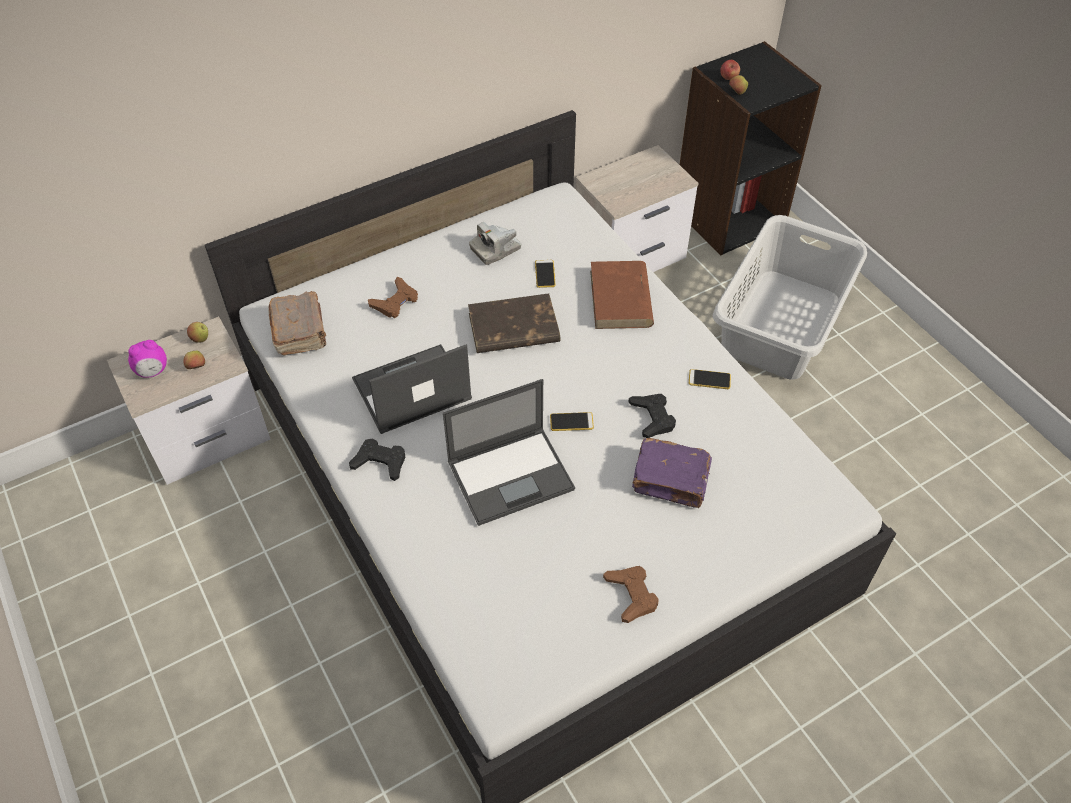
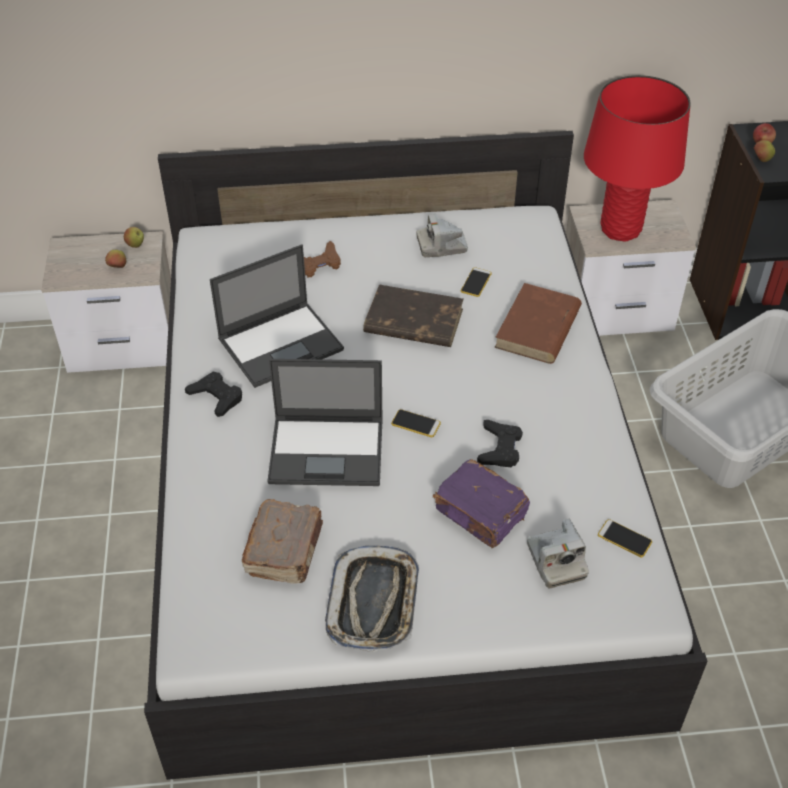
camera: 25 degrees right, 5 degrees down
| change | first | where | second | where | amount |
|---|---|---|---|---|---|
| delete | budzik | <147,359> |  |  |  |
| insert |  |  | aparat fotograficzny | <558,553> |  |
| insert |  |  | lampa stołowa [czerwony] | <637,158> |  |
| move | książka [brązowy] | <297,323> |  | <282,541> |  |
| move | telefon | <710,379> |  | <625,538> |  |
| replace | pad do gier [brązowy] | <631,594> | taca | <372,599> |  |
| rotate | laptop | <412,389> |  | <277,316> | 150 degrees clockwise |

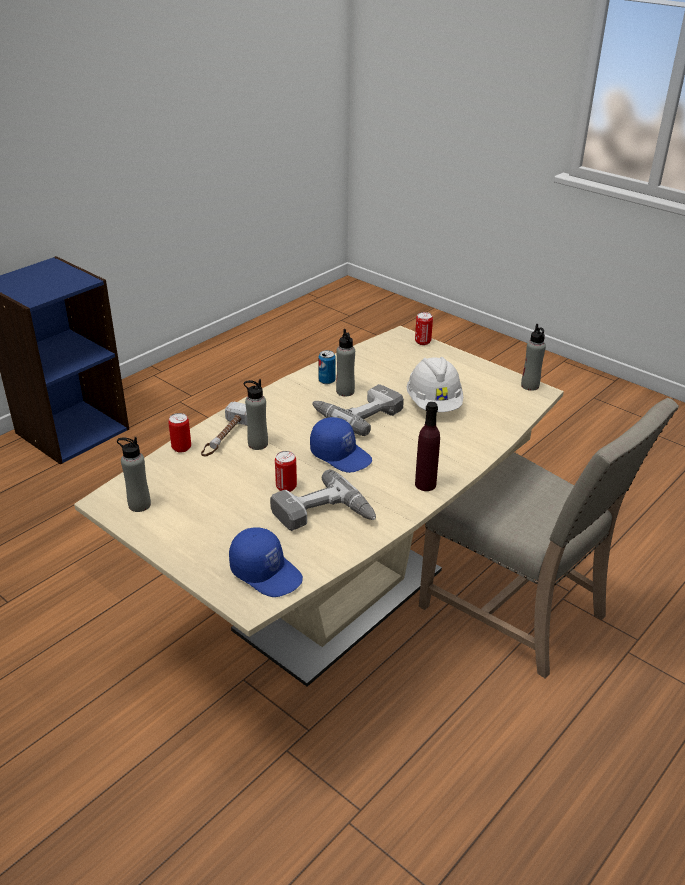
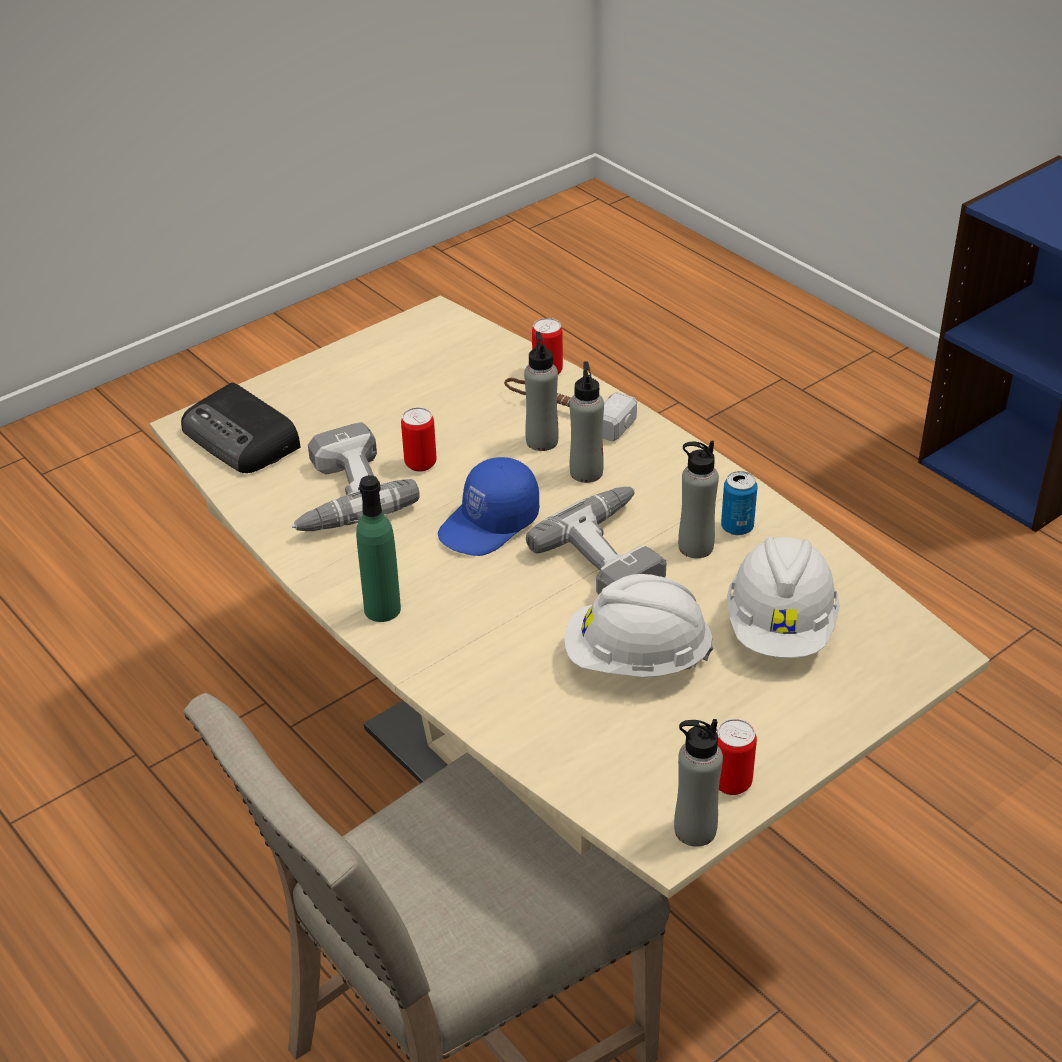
camera: 100 degrees right, 5 degrees up
| change | first | where | second | where | amount |
|---|---|---|---|---|---|
| insert |  |  | kask [biały] | <783,597> |  |
| move | butelka [szary] | <134,474> |  | <587,422> |  |
| move | puszka | <424,328> |  | <736,757> |  |
| replace | czapka z daszkiem [niebieski] | <266,562> | radio | <241,428> |  |
| recolor | butelka [fioletowy] | <427,446> | butelka [zielony] | <378,548> |  |

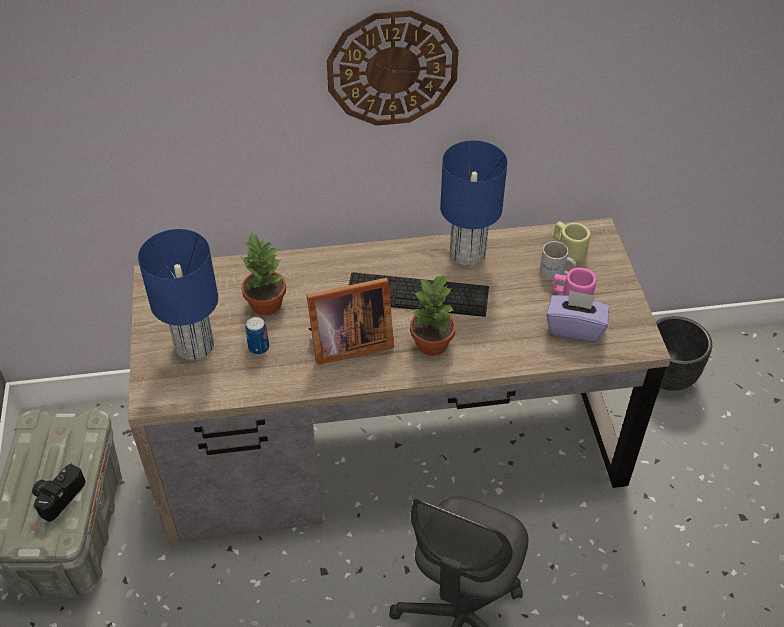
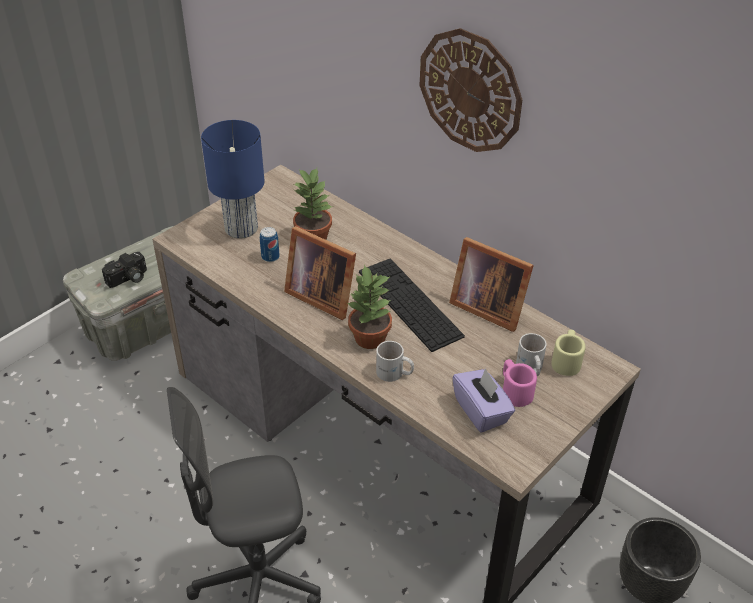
camera: 50 degrees right, 5 degrees down
| change | first | where | second | where | amount |
|---|---|---|---|---|---|
| insert |  |  | kubek [biały] | <395,361> |  |
| replace | lampa stołowa [niebieski] | <473,203> | ramka na zdjęcie | <491,284> |  |
| rotate | aparat fotograficzny | <58,493> |  | <124,270> | 150 degrees clockwise |

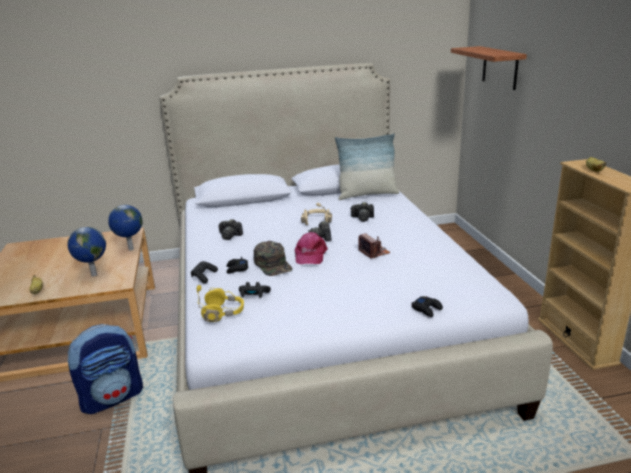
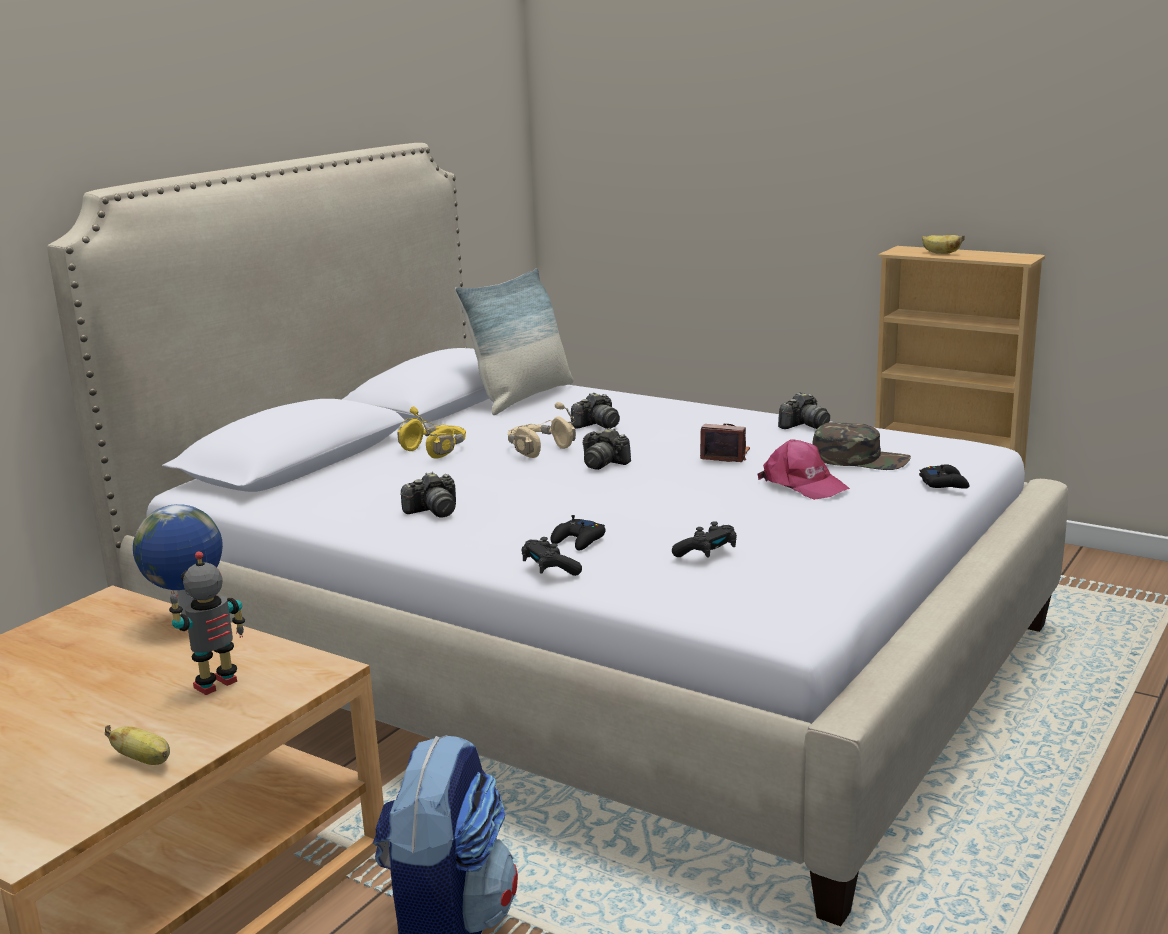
camera: 45 degrees left, 5 degrees down
| change | first | where | second | where | amount |
|---|---|---|---|---|---|
| delete | półka | <489,68> |  |  |  |
| insert |  |  | aparat fotograficzny | <804,410> |  |
| move | słuchawki [żółty] | <220,303> |  | <431,432> |  |
| move | czapka z daszkiem [zielony] | <273,258> |  | <862,446> |  |
| move | czapka z daszkiem [różowy] | <311,248> |  | <804,469> |  |
| replace | globus | <87,252> | robot zabawkowy | <207,623> |  |

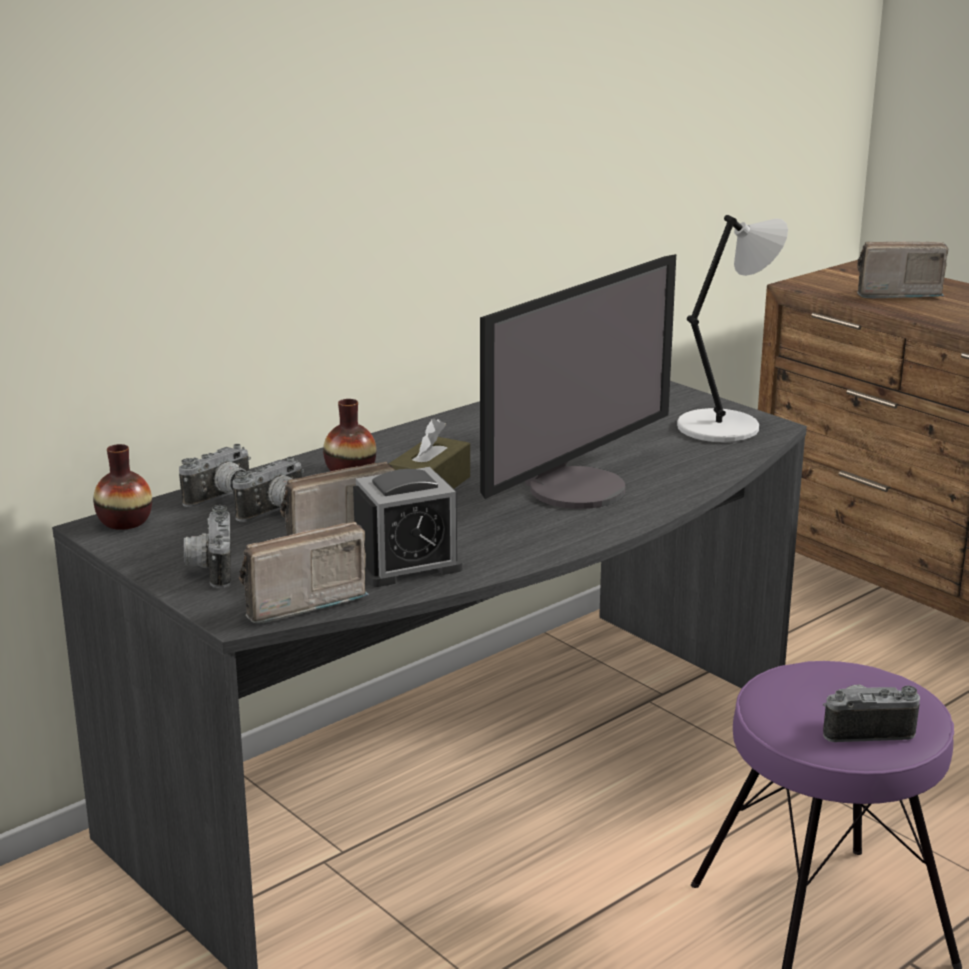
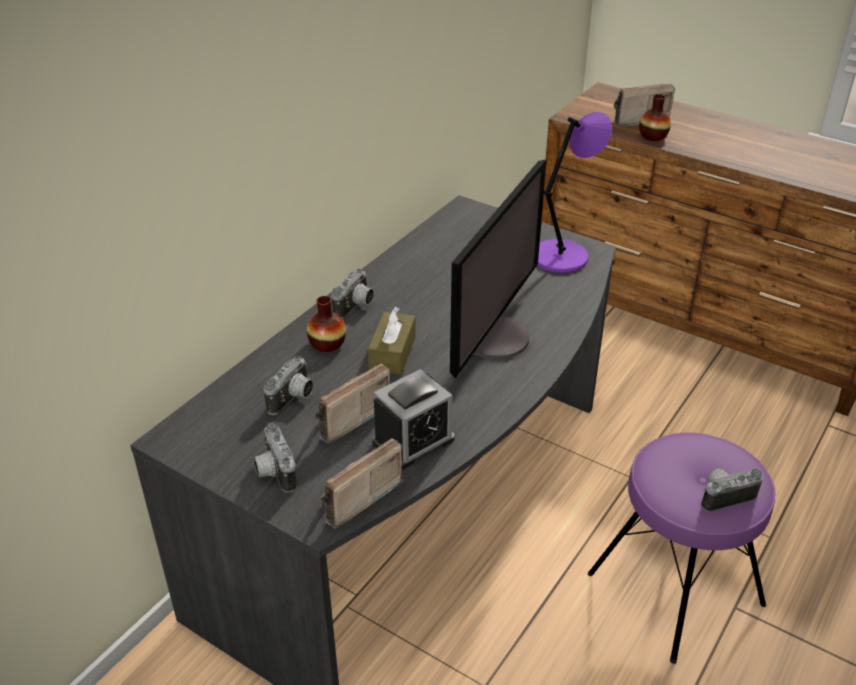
camera: 15 degrees left, 15 degrees up
| change | first | where | second | where | amount |
|---|---|---|---|---|---|
| move | wazon | <122,487> |  | <655,117> |  |
| move | aparat fotograficzny | <215,475> |  | <352,294> |  |
| recolor | lampa stołowa [szary] | <732,328> | lampa stołowa [fioletowy] | <575,192> |  |

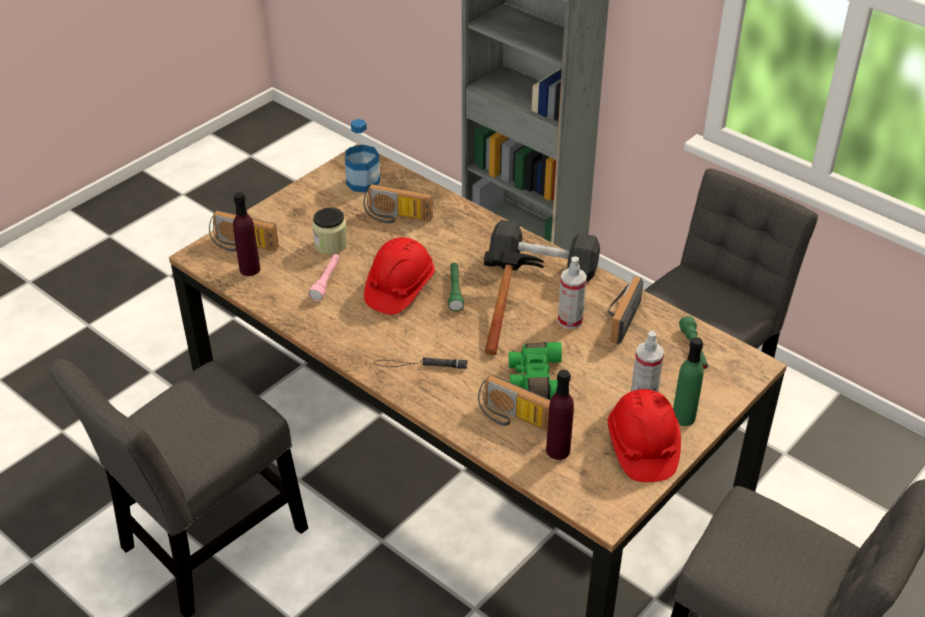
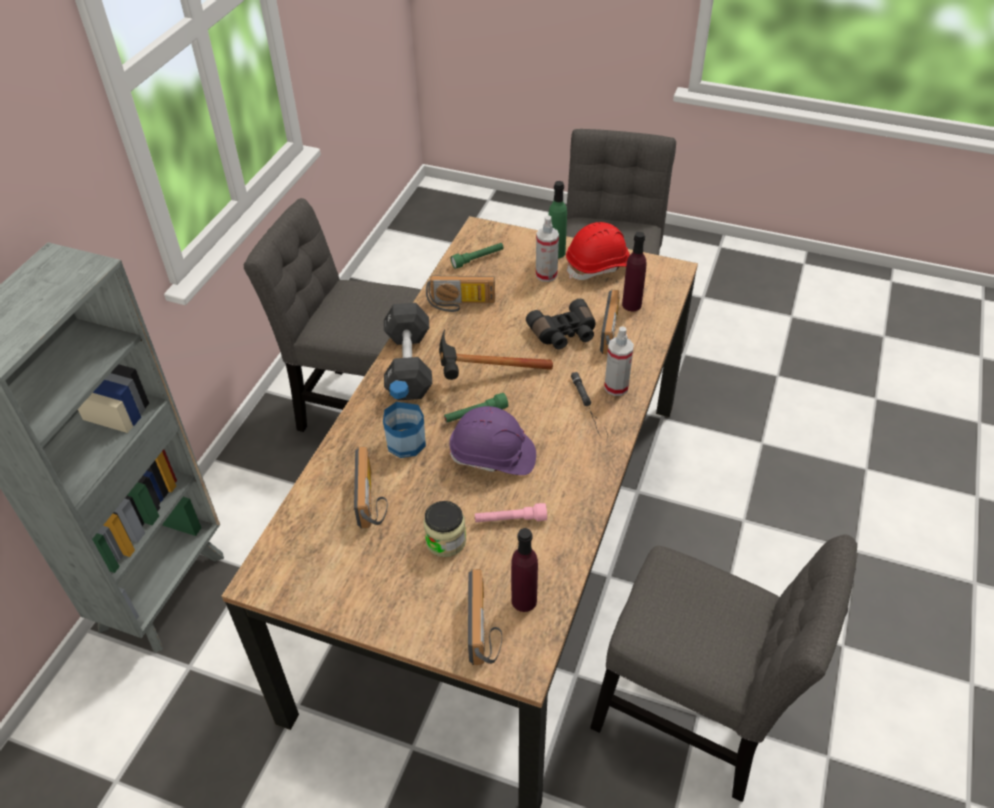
camera: 110 degrees left, 5 degrees up
| change | first | where | second | where | amount |
|---|---|---|---|---|---|
| move | butelka | <362,155> |  | <404,419> |  |
| move | spryskiwacz | <572,293> |  | <619,361> |  |
| recolor | kask [czerwony] | <399,276> | kask [fioletowy] | <492,440> |  |
| recolor | lornetka [zielony] | <535,371> | lornetka [czarny] | <561,324> |  |

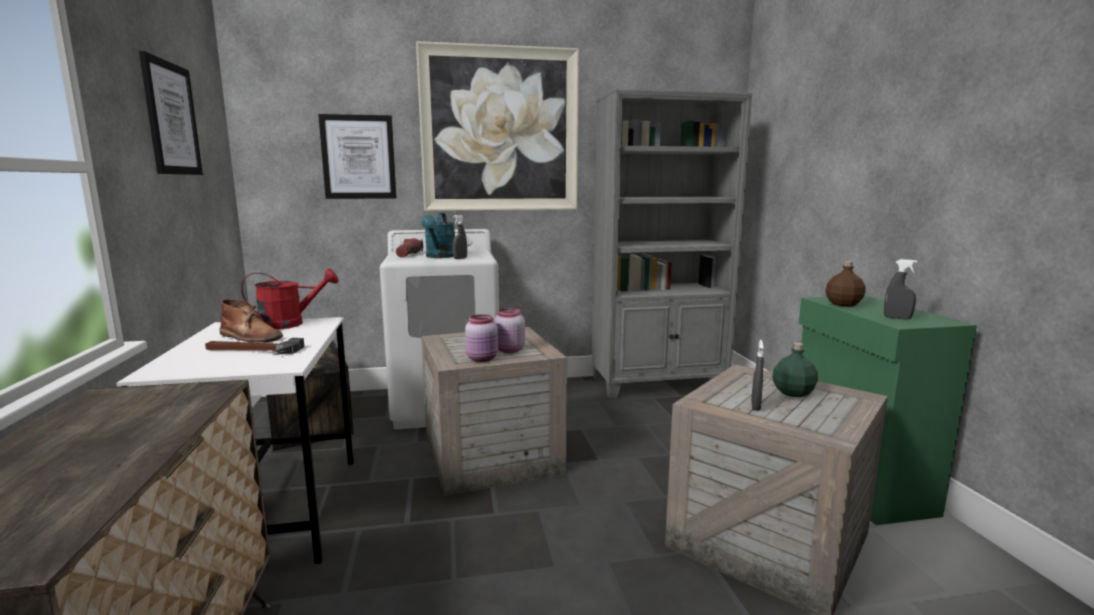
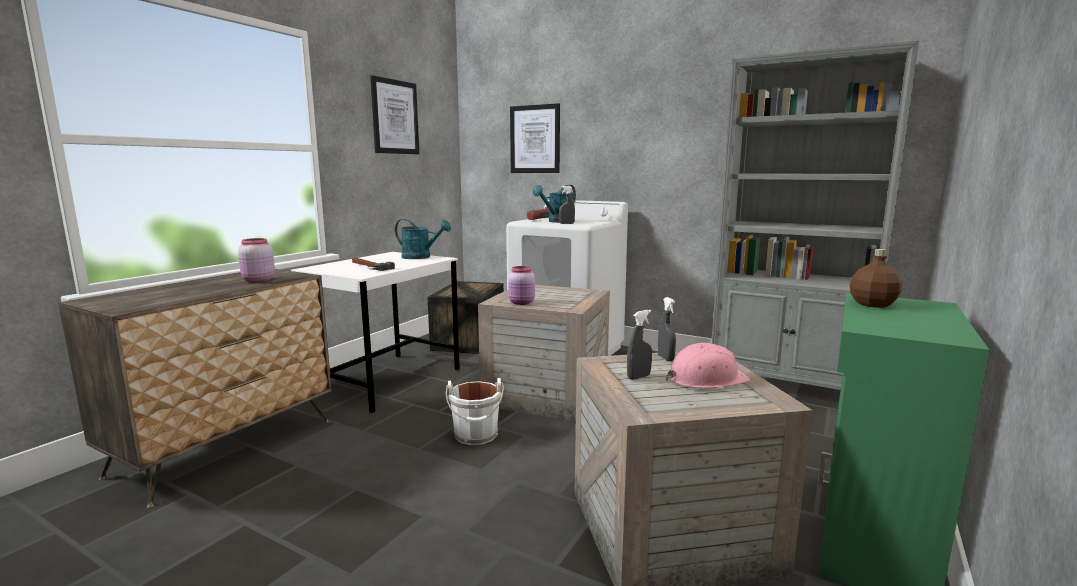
camera: 40 degrees right, 0 degrees up
| change | first | where | second | where | amount |
|---|---|---|---|---|---|
| delete | but z cholewką [brązowy] | <251,321> |  |  |  |
| delete | obraz | <497,126> |  |  |  |
| insert |  |  | wiadro [biały] | <474,411> |  |
| move | słoik [różowy] | <509,330> |  | <256,260> |  |
| move | spryskiwacz [szary] | <901,289> |  | <667,329> |  |
| replace | butelka [zielony] | <795,369> | kask [różowy] | <708,365> |  |
| recolor | konewka [czerwony] | <290,299> | konewka [turkusowy] | <423,239> |  |

